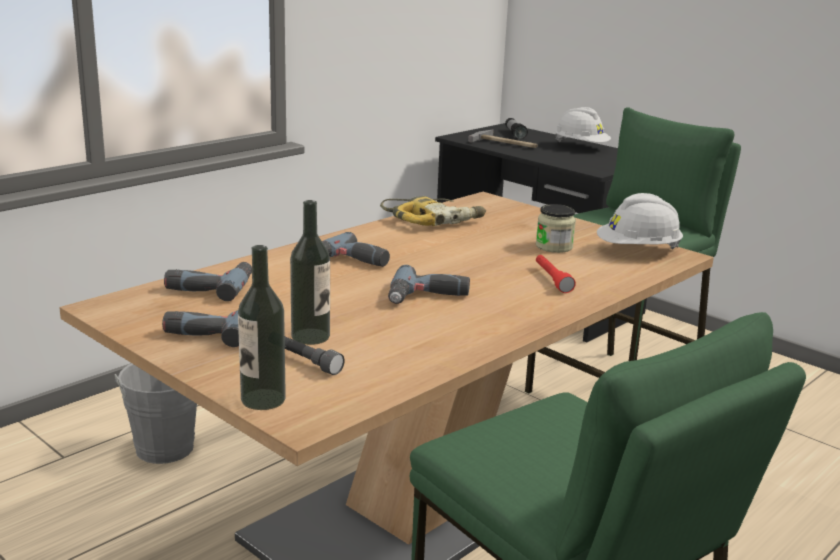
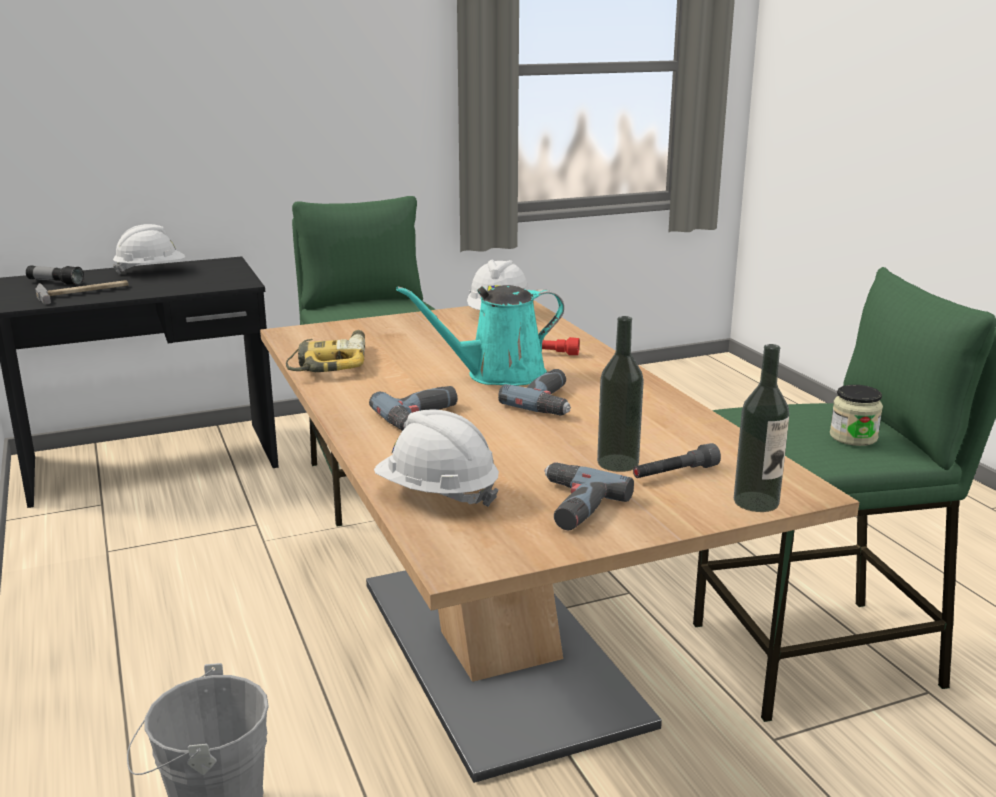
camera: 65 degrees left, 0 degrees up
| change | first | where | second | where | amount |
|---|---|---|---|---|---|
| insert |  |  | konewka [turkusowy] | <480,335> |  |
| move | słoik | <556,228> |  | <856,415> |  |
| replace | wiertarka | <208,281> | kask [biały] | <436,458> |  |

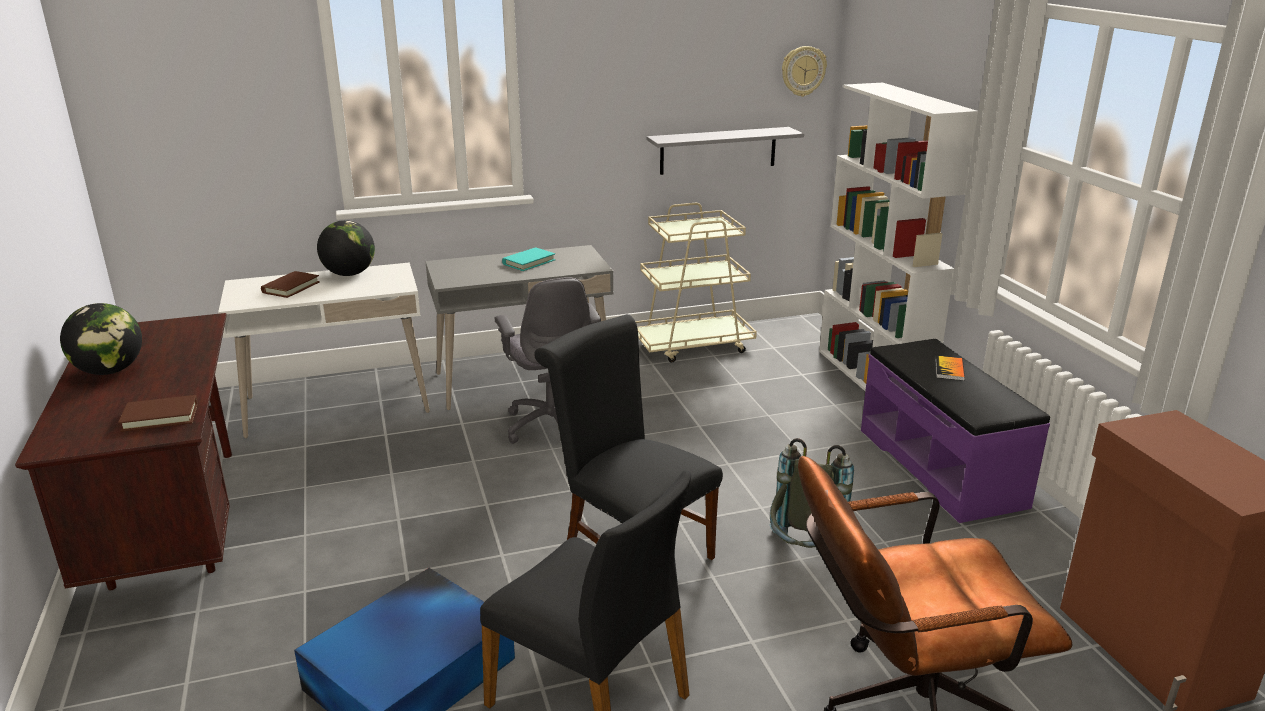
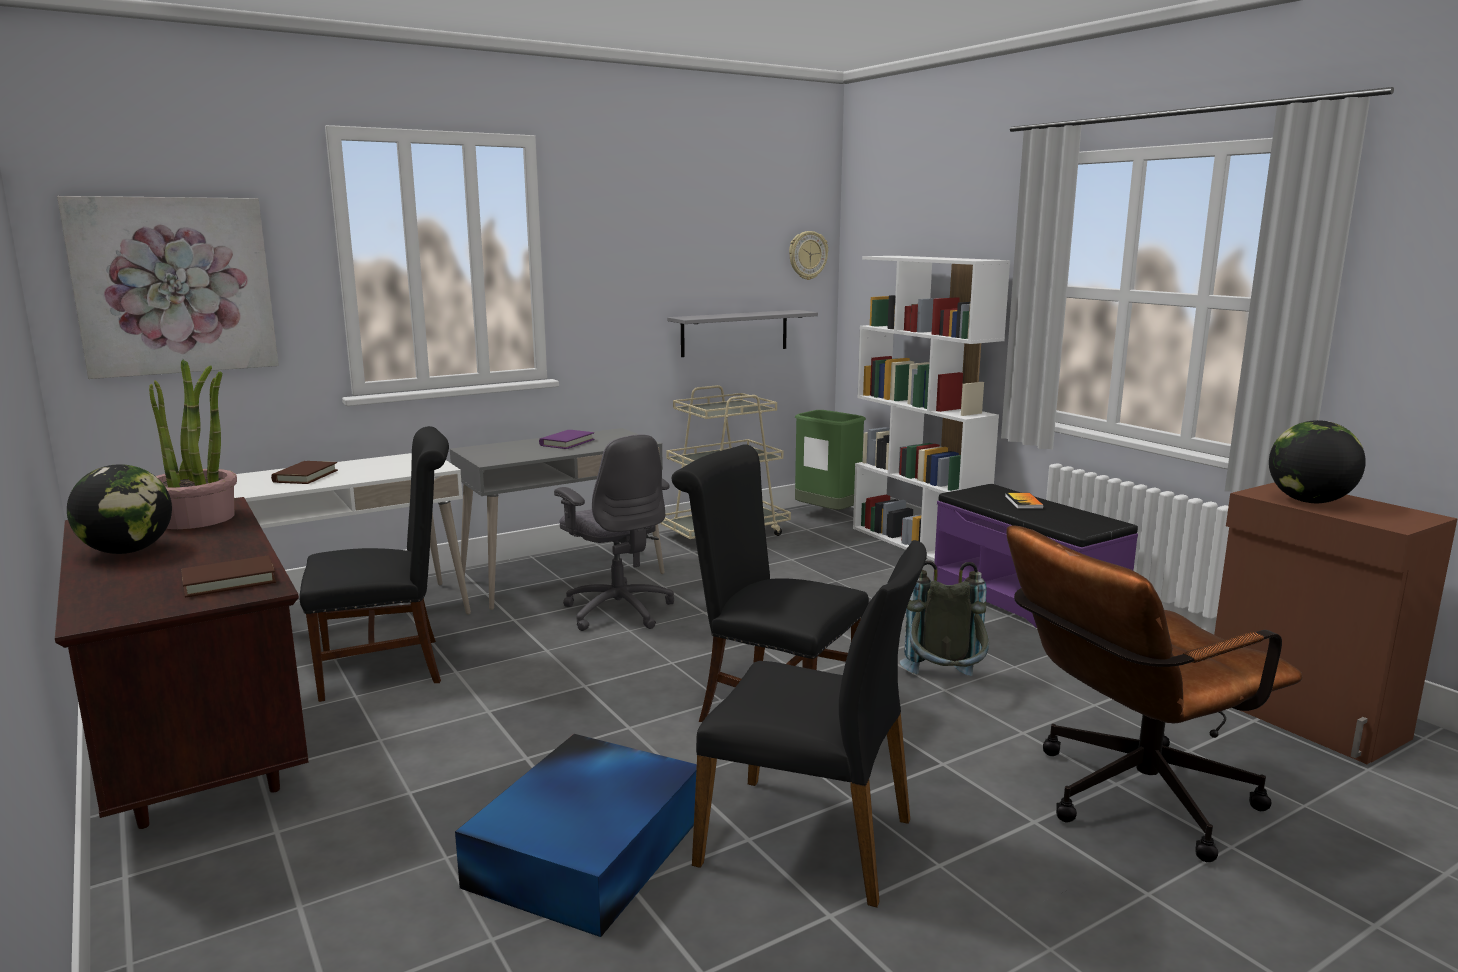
camera: 15 degrees left, 10 degrees down
| change | first | where | second | where | amount |
|---|---|---|---|---|---|
| insert |  |  | obraz | <168,287> |  |
| insert |  |  | roślina doniczkowa | <193,444> |  |
| insert |  |  | krzesło [czarny] | <374,564> |  |
| insert |  |  | kosz na śmieci [zielony] | <830,460> |  |
| move | globus | <346,248> |  | <1317,461> |  |
| recolor | książka [turkusowy] | <528,259> | książka [fioletowy] | <566,439> |  |

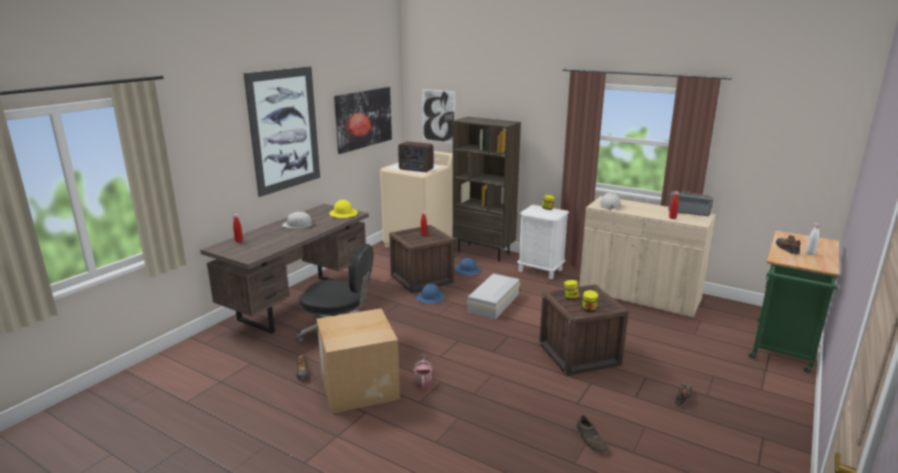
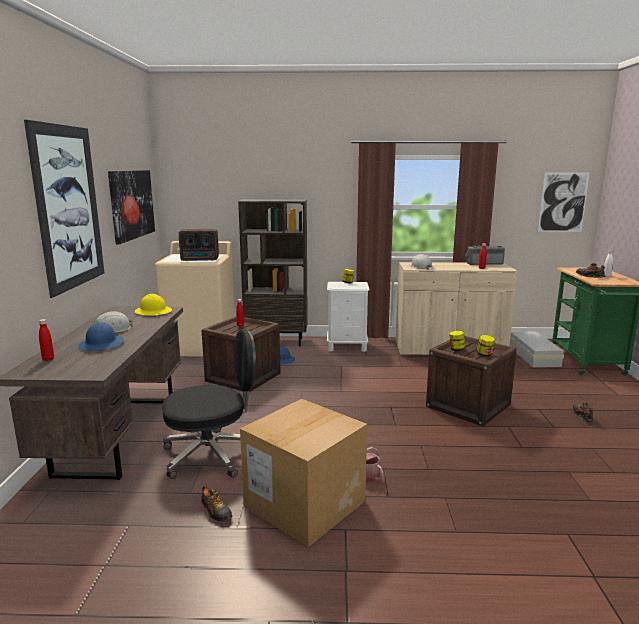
camera: 30 degrees left, 5 degrees down
| change | first | where | second | where | amount |
|---|---|---|---|---|---|
| delete | but [brązowy] | <592,434> |  |  |  |
| move | kask [niebieski] | <431,294> |  | <101,336> |  |
| move | obraz | <438,116> |  | <564,202> |  |
| move | pojemnik do przechowywania [biały] | <493,297> |  | <537,349> |  |

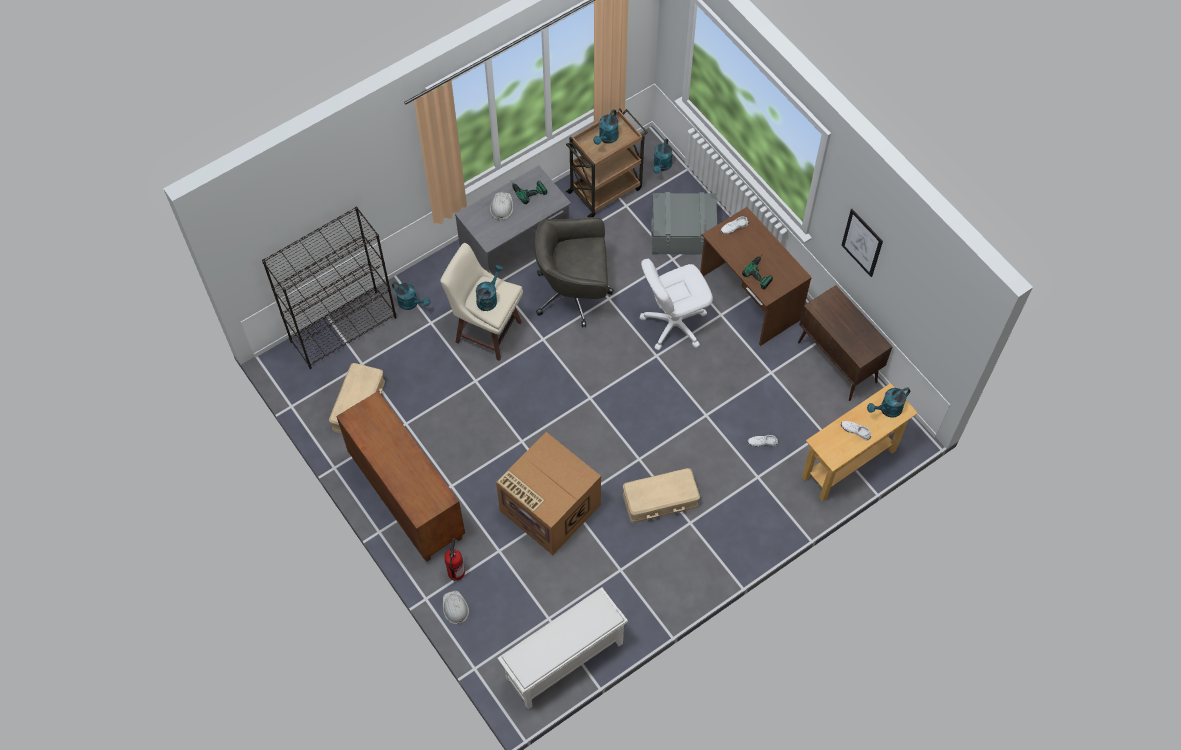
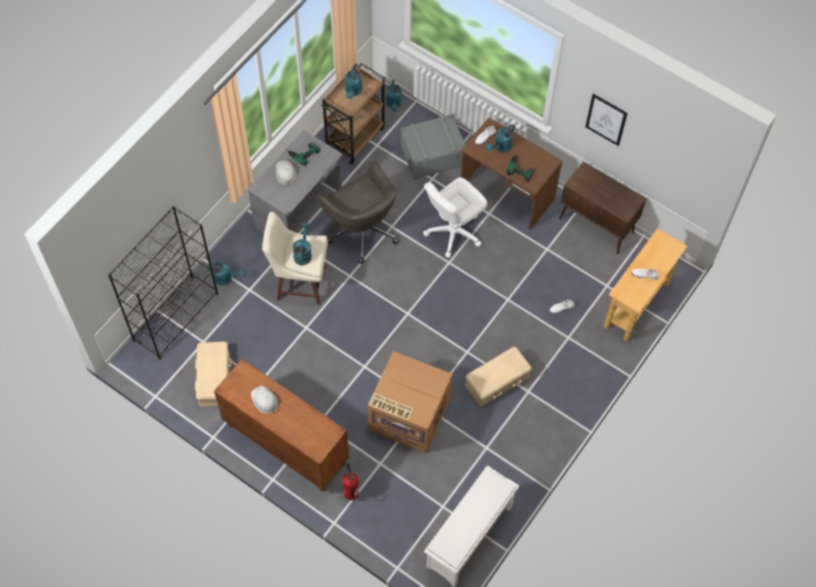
camera: 20 degrees left, 0 degrees up
| change | first | where | second | where | amount |
|---|---|---|---|---|---|
| move | kask [biały] | <456,608> |  | <264,399> |  |
| move | konewka [turkusowy] | <888,402> |  | <500,138> |  |
| rotate | krzesło biurowe [szary] | <574,272> |  | <357,212> | 105 degrees counterclockwise |

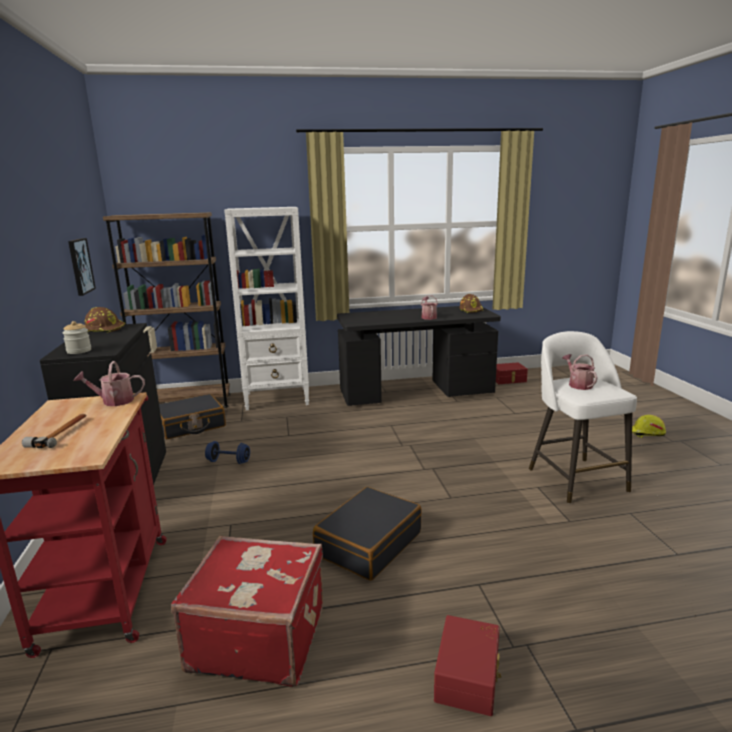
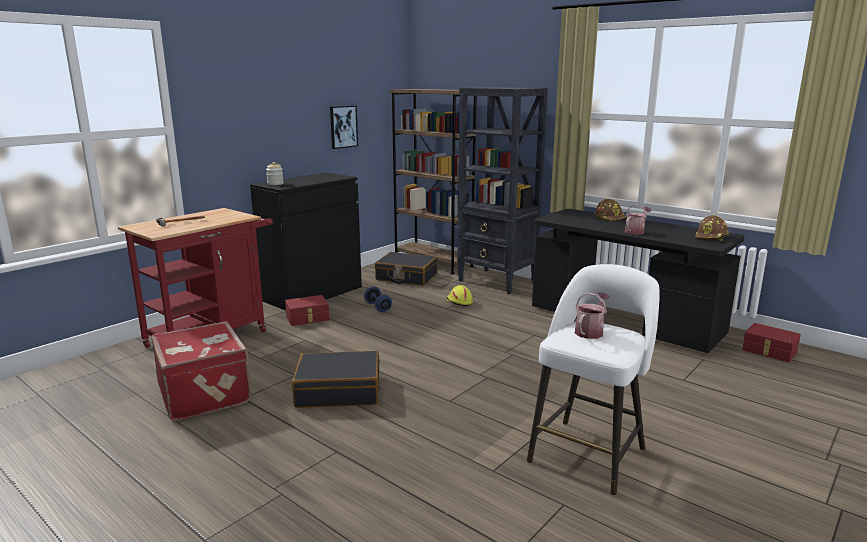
camera: 50 degrees right, 0 degrees up
| change | first | where | second | where | amount |
|---|---|---|---|---|---|
| delete | konewka | <109,383> |  |  |  |
| move | kask [brązowy] | <105,319> |  | <610,210> |  |
| move | pojemnik do przechowywania [czerwony] | <467,665> |  | <307,310> |  |
| move | kask [żółty] | <649,426> |  | <460,295> |  |
| recolor | regał [biały] | <266,308> | regał [czarny] | <502,190> |  |

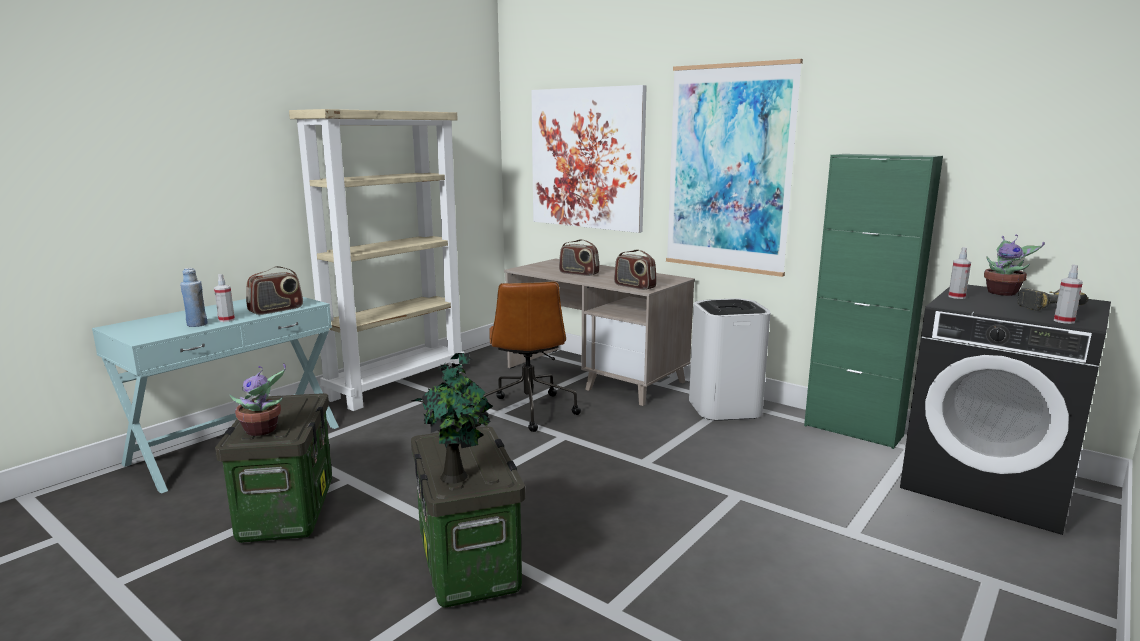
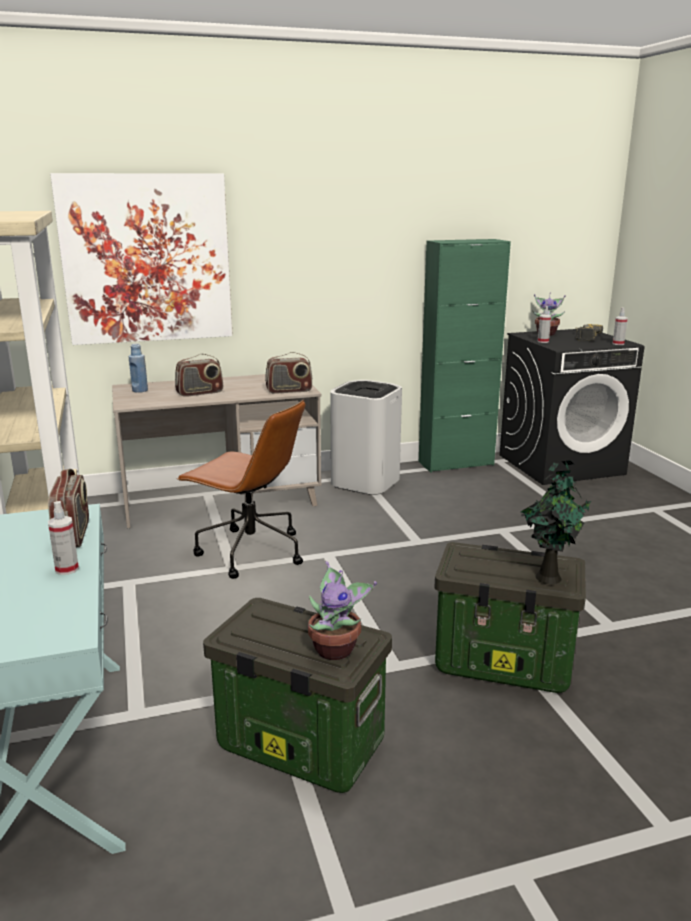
camera: 55 degrees left, 5 degrees up
| change | first | where | second | where | amount |
|---|---|---|---|---|---|
| delete | obraz | <734,168> |  |  |  |
| move | butelka [niebieski] | <194,297> |  | <138,368> |  |

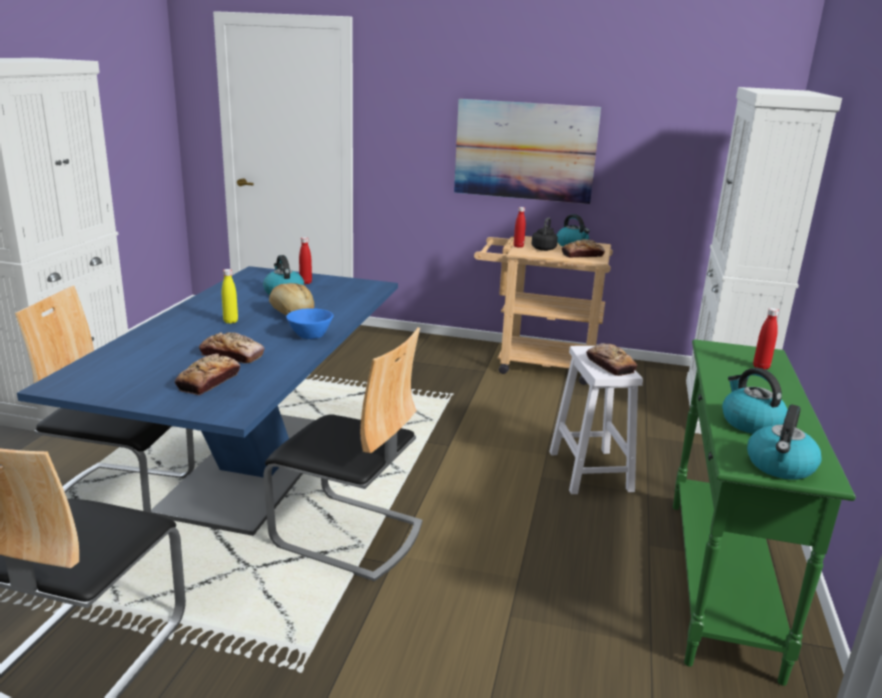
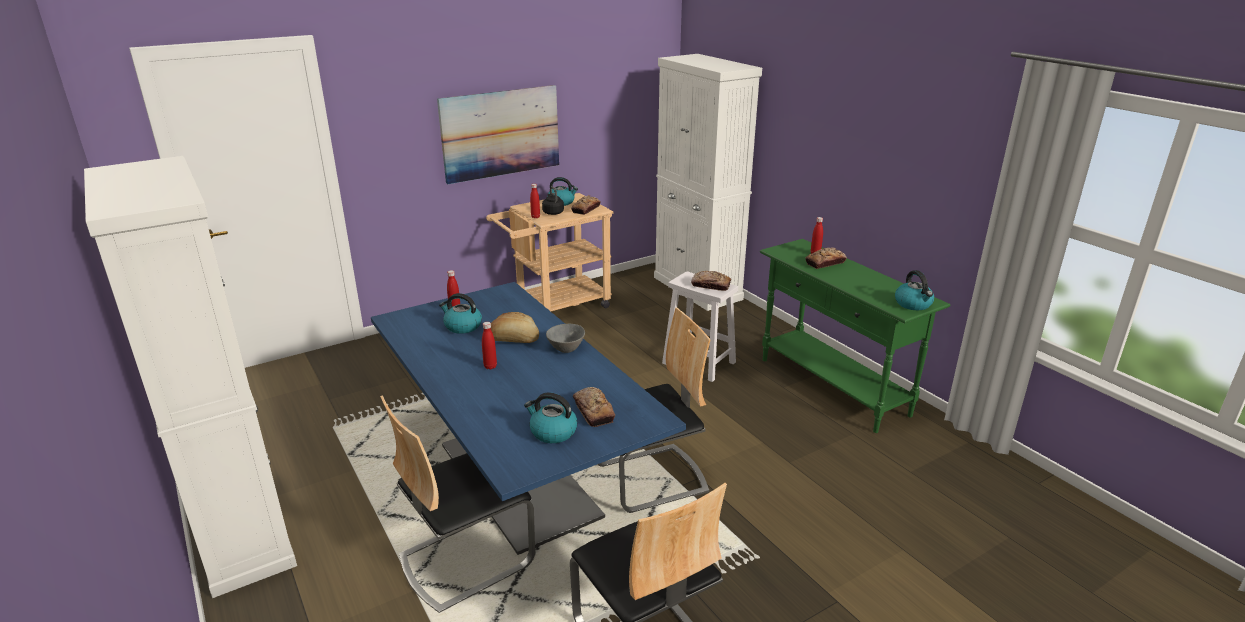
camera: 45 degrees left, 5 degrees up
| change | first | where | second | where | amount |
|---|---|---|---|---|---|
| move | chleb | <232,347> |  | <826,258> |  |
| move | czajnik | <755,401> |  | <550,417> |  |
| recolor | butelka [żółty] | <230,296> | butelka [czerwony] | <489,345> |  |
| recolor | miska [niebieski] | <310,323> | miska [szary] | <565,338> |  |

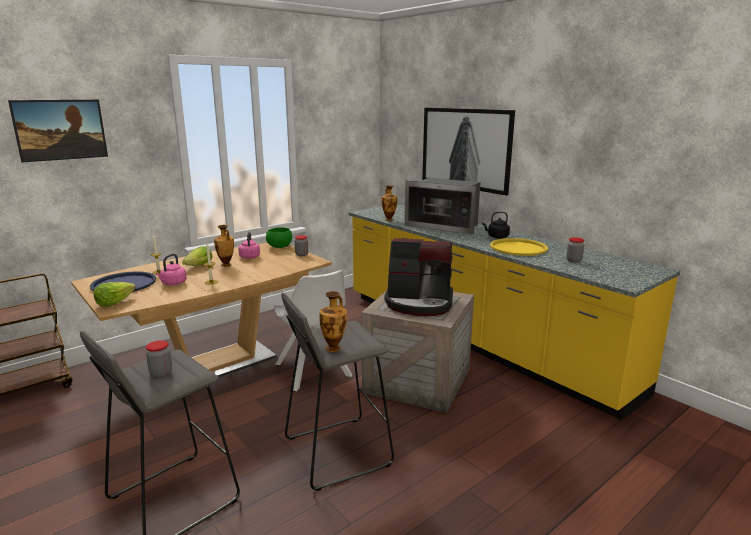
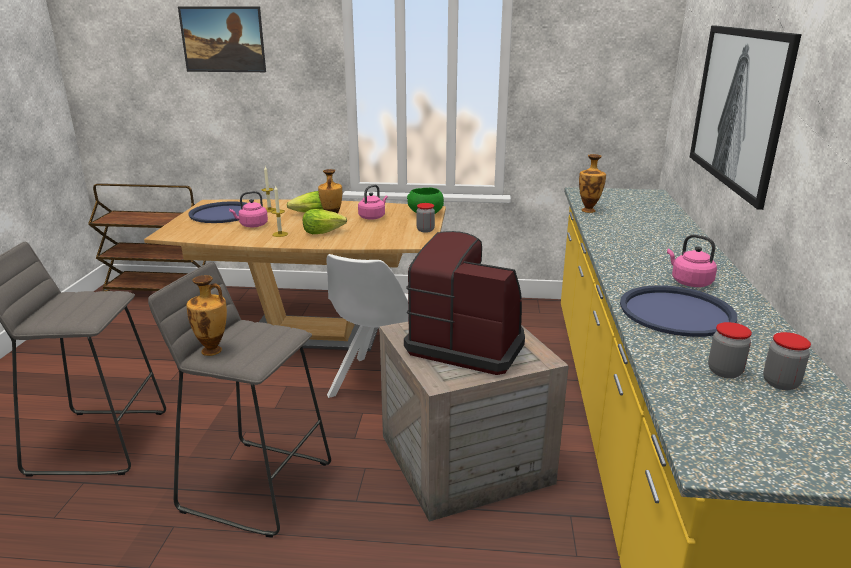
camera: 45 degrees right, 5 degrees up
| change | first | where | second | where | amount |
|---|---|---|---|---|---|
| delete | mikrofalówka | <442,206> |  |  |  |
| move | sałata | <115,294> |  | <325,221> |  |
| move | słoik | <159,359> |  | <787,361> |  |
| recolor | czajnik [czarny] | <496,224> | czajnik [różowy] | <692,260> |  |
| recolor | taca [żółty] | <519,247> | taca [niebieski] | <679,311> |  |
| rotate | ekspres do kawy | <419,277> |  | <464,303> | 150 degrees clockwise |

